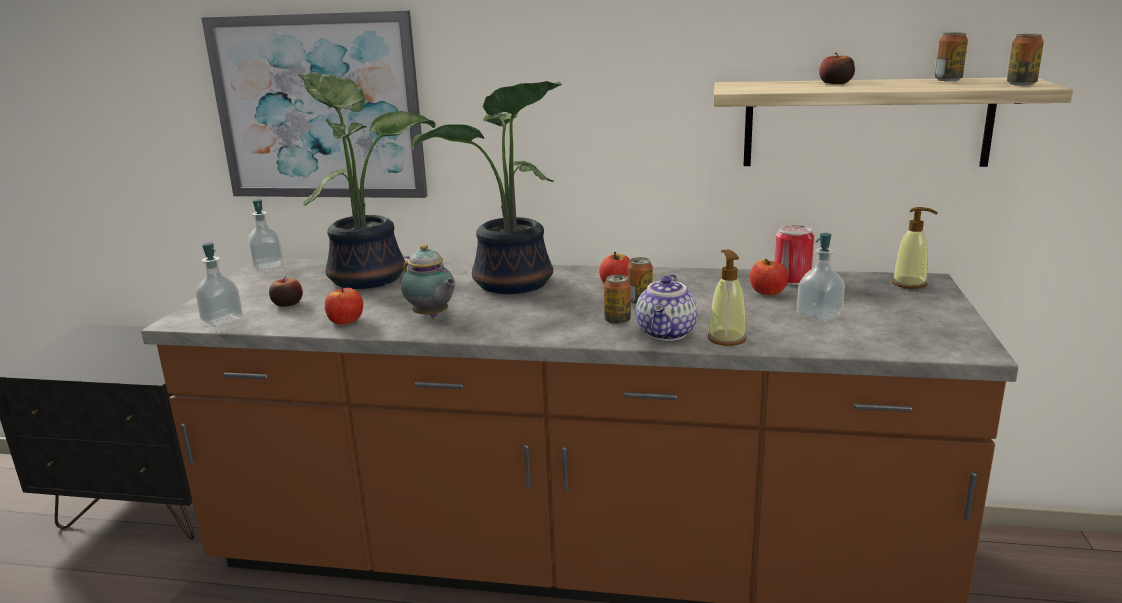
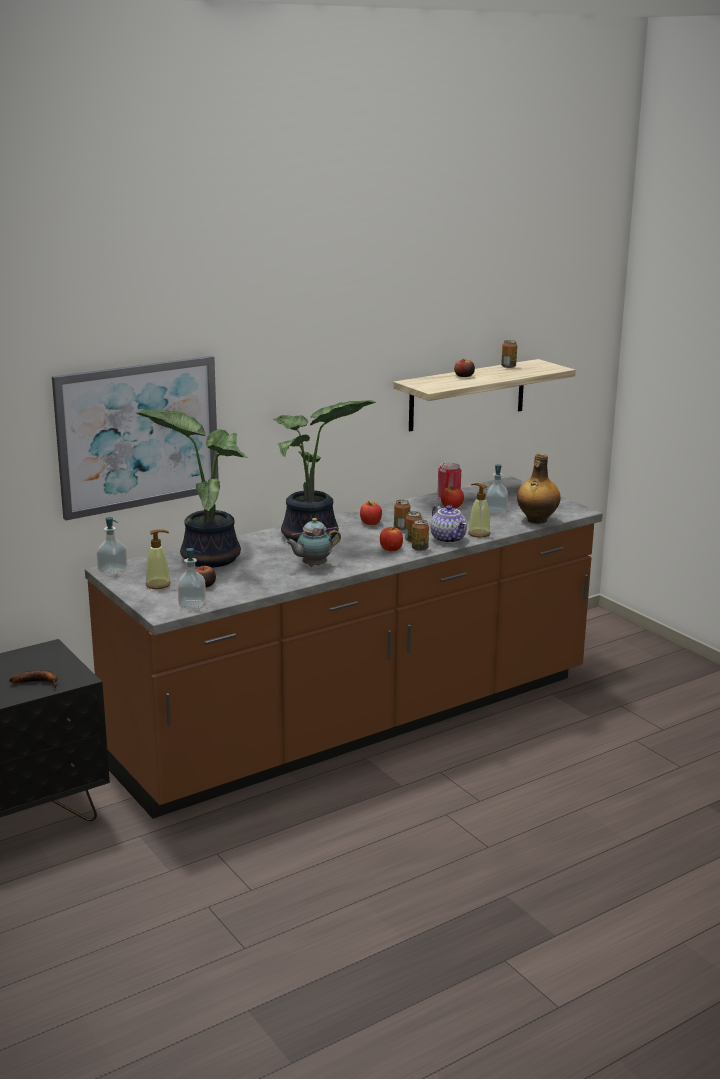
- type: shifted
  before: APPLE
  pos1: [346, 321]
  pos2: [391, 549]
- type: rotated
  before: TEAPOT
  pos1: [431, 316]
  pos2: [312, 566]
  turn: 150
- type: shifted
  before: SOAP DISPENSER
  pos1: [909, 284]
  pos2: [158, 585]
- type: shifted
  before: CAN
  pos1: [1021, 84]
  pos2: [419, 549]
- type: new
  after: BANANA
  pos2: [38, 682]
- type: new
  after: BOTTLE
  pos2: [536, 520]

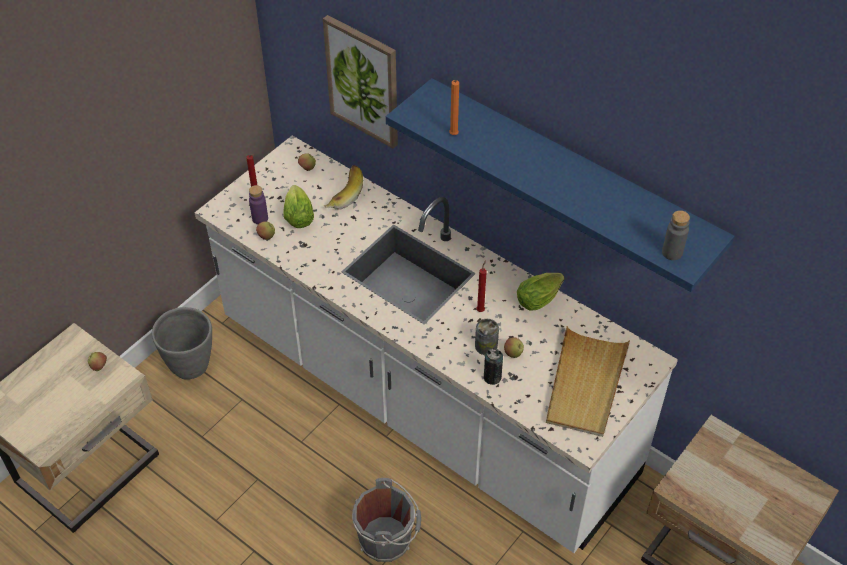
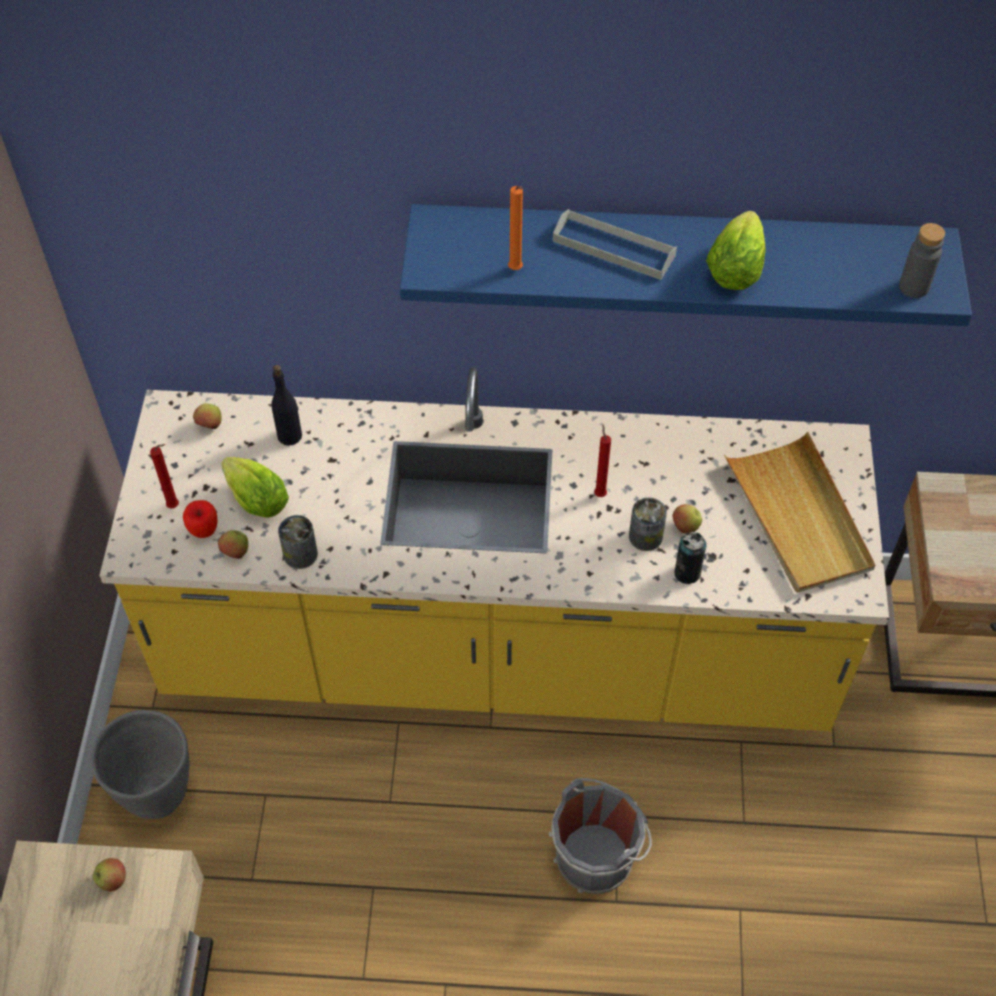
- type: repainted
  before: WHITE COUNTER
  after: YELLOW COUNTER
  pos1: [423, 399]
  pos2: [498, 651]
- type: swapped
  before: PURPLE BOTTLE
  after: APPLE
  pos1: [260, 218]
  pos2: [204, 532]
- type: gone
  before: PICTURE
  pos1: [363, 81]
- type: swapped
  before: BANANA
  after: BLACK BOTTLE
  pos1: [342, 194]
  pos2: [290, 435]
- type: shifted
  before: LETTUCE
  pos1: [540, 298]
  pos2: [736, 266]
- type: new
  after: CAN
  pos2: [300, 554]
- type: new
  after: GREY TRAY
  pos2: [613, 248]

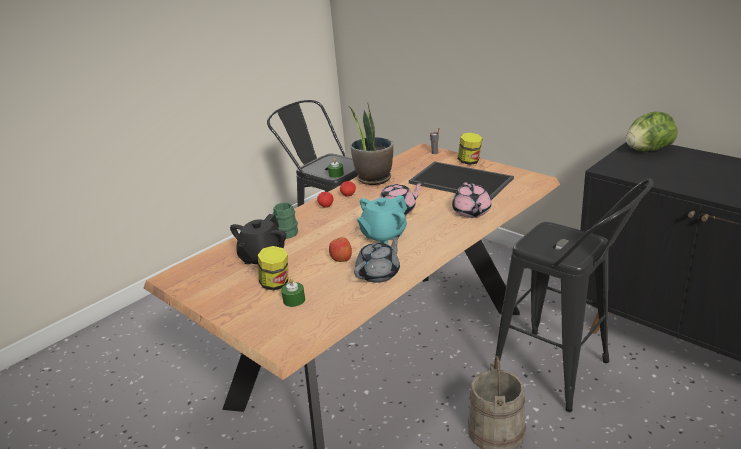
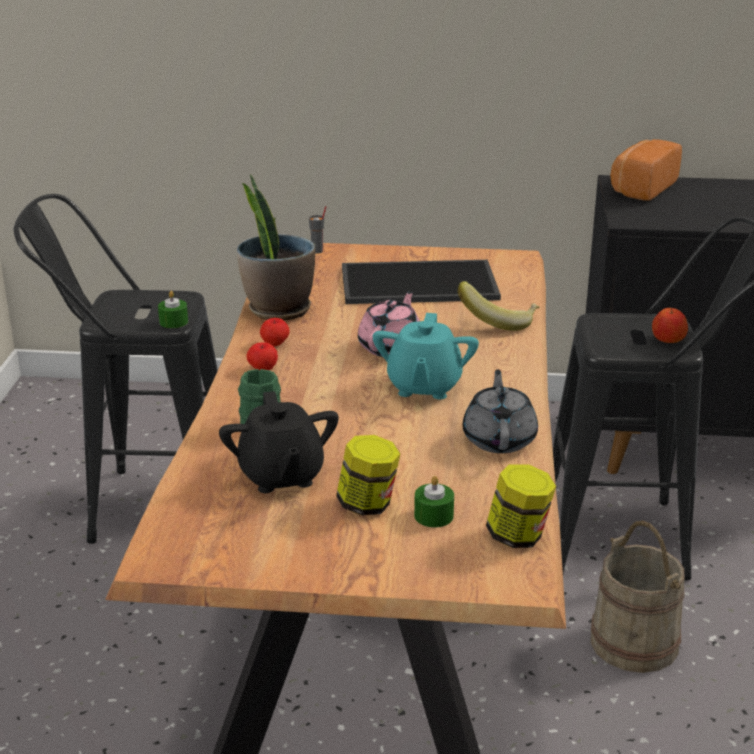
- type: shifted
  before: APPLE
  pos1: [341, 258]
  pos2: [668, 339]
- type: swapped
  before: PINK TEAPOT
  after: BANANA
  pos1: [471, 212]
  pos2: [498, 322]
- type: shifted
  before: JAR
  pos1: [469, 161]
  pos2: [518, 536]
- type: swapped
  before: LETTUCE
  after: BREAD
  pos1: [648, 150]
  pos2: [641, 188]

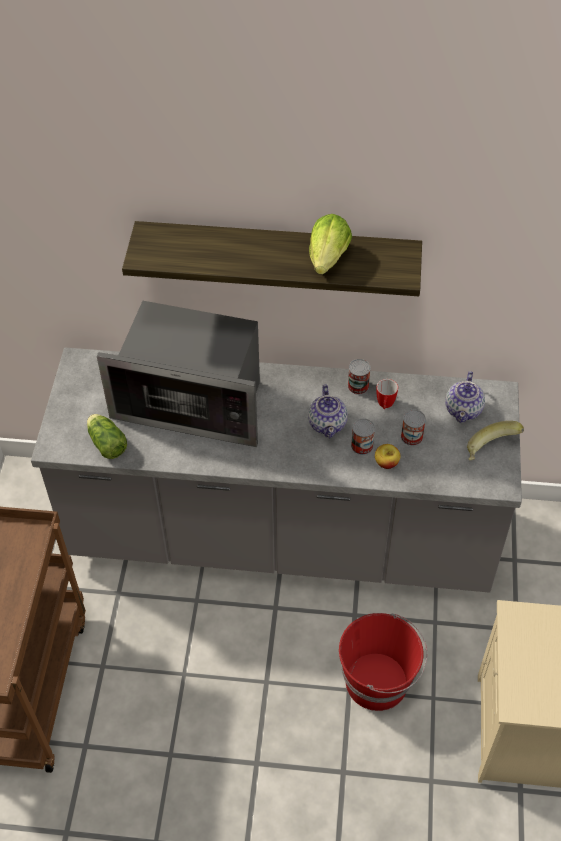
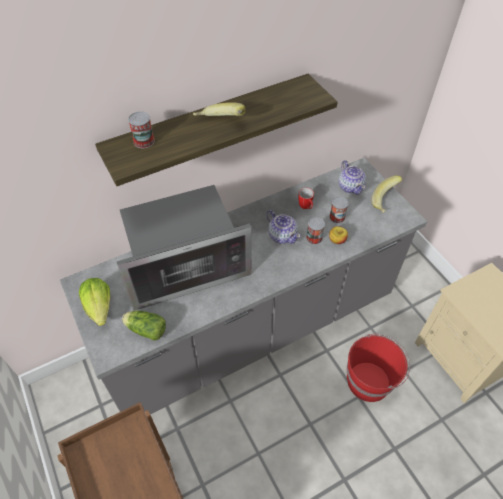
- type: shifted
  before: LETTUCE
  pos1: [328, 258]
  pos2: [99, 307]
- type: shifted
  before: CAN
  pos1: [358, 386]
  pos2: [144, 141]
- type: new
  after: BANANA
  pos2: [219, 123]

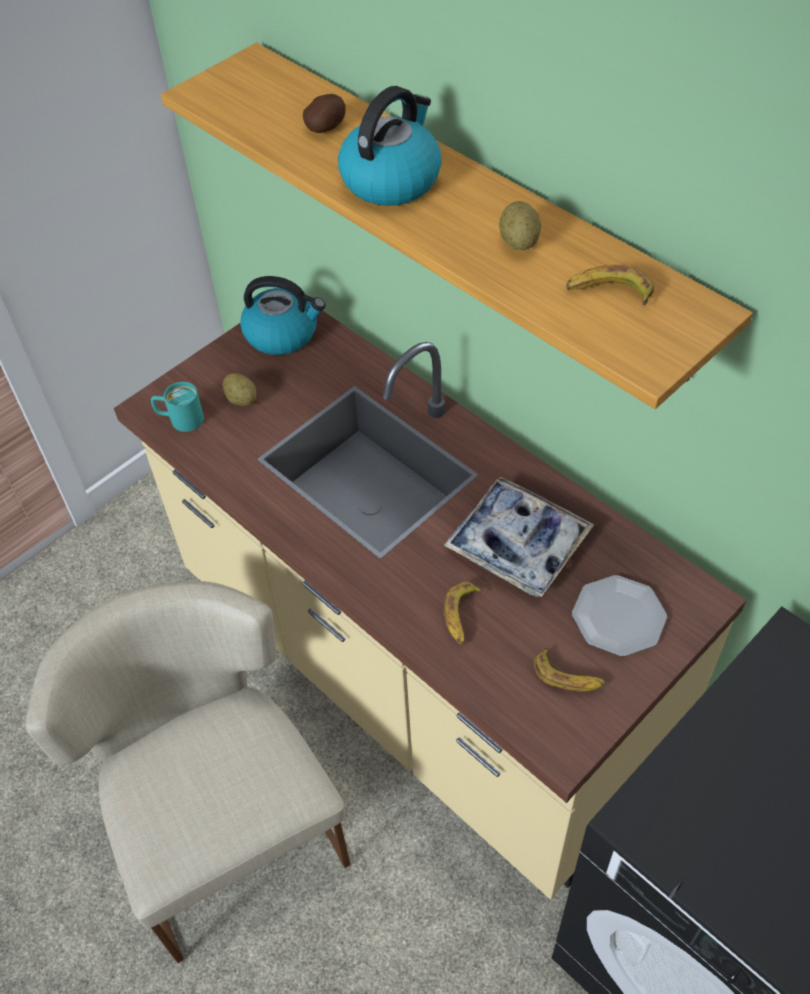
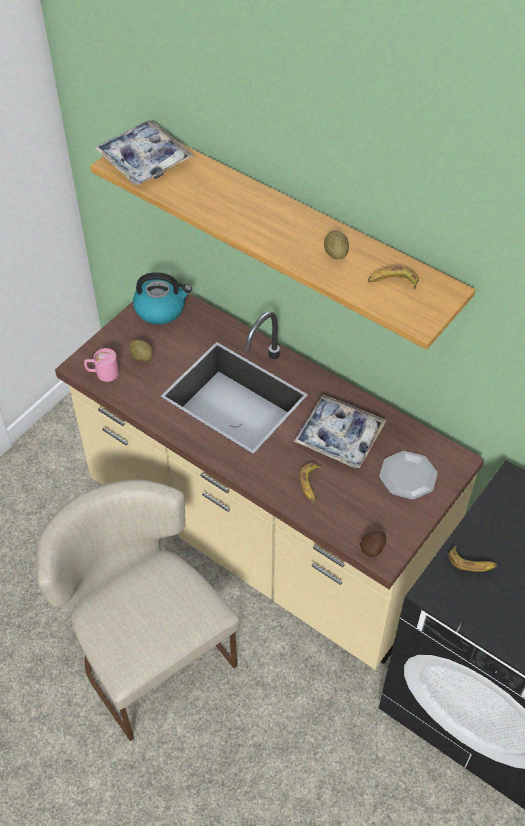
- type: repainted
  before: TURQUOISE MUG
  after: PINK MUG
  pos1: [180, 419]
  pos2: [102, 373]
- type: shifted
  before: POTATO
  pos1: [326, 128]
  pos2: [373, 548]
- type: gone
  before: KETTLE
  pos1: [391, 179]
- type: shifted
  before: BANANA
  pos1: [568, 676]
  pos2: [471, 563]
- type: new
  after: TRAY
  pos2: [144, 160]

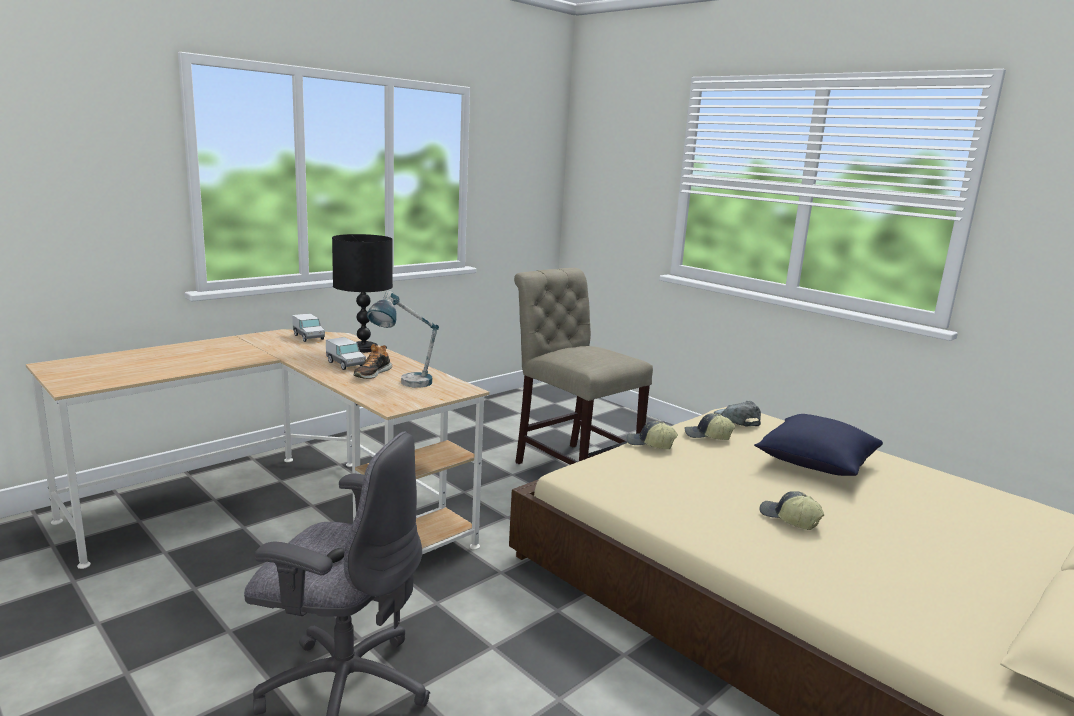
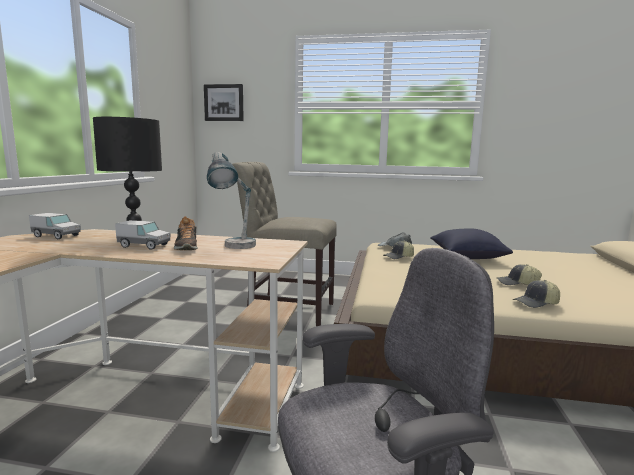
- type: shifted
  before: CAP
  pos1: [649, 444]
  pos2: [536, 304]
- type: new
  after: PICTURE
  pos2: [224, 103]

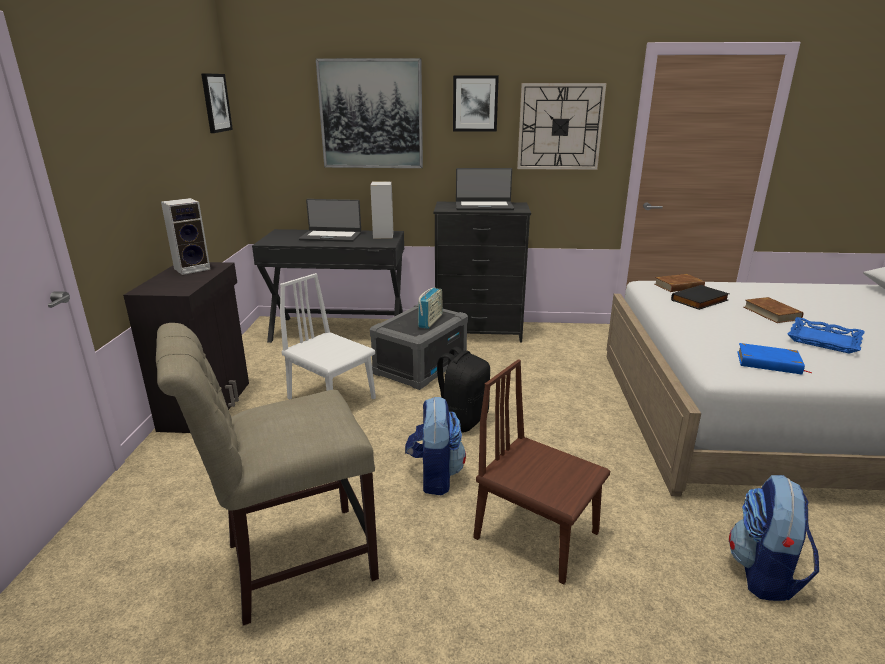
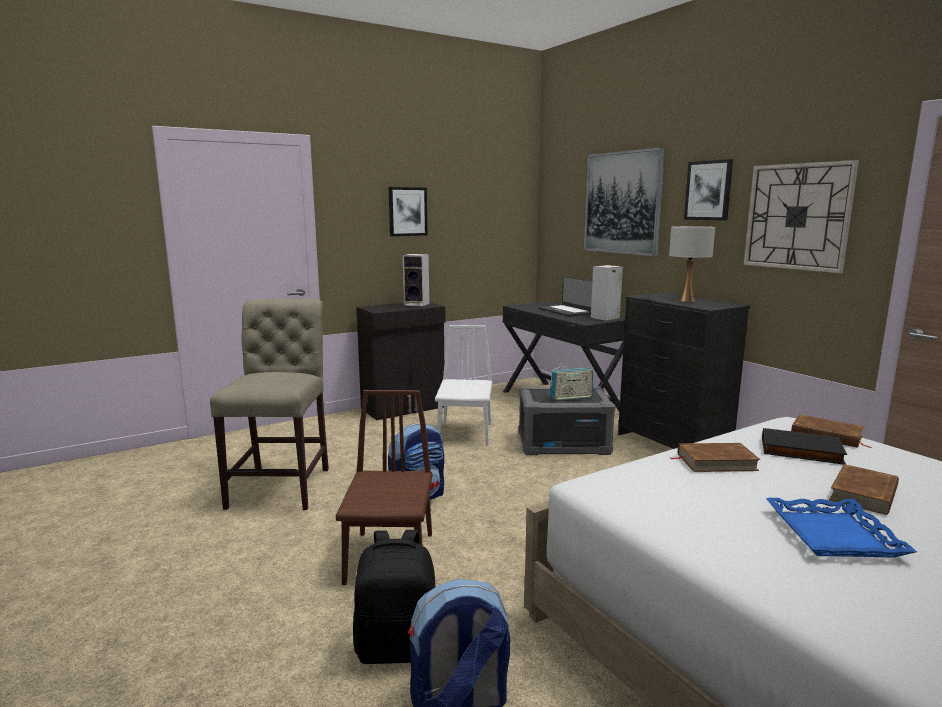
- type: rotated
  before: BEIGE CHAIR
  pos1: [291, 562]
  pos2: [283, 485]
  turn: 60
- type: shifted
  before: PICTURE
  pos1: [215, 103]
  pos2: [407, 211]
- type: shifted
  before: BLACK BACKPACK
  pos1: [462, 420]
  pos2: [398, 647]
- type: swapped
  before: LAPTOP
  after: WHITE TABLE LAMP
  pos1: [484, 206]
  pos2: [687, 300]
- type: gone
  before: BLUE BOOK
  pos1: [768, 363]
- type: new
  after: BROWN BOOK
  pos2: [716, 462]

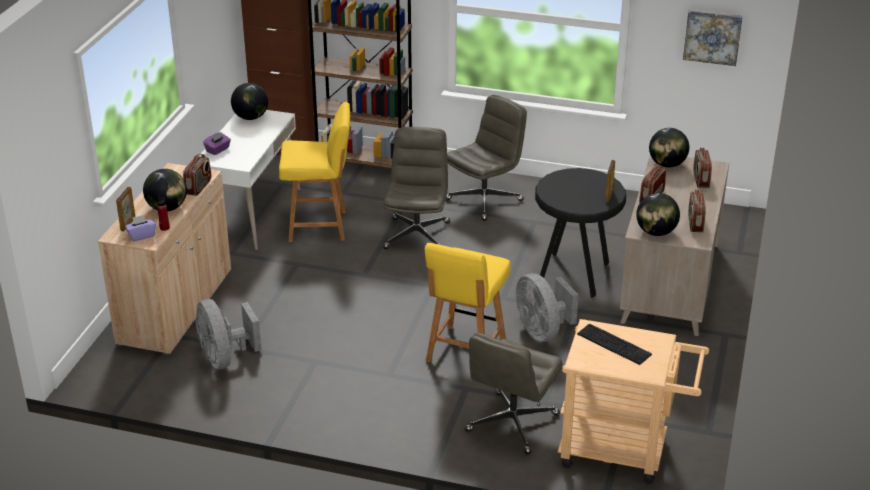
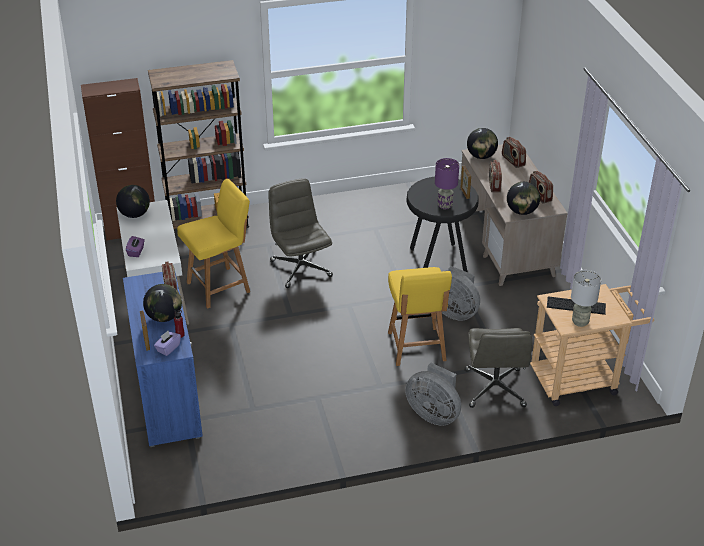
- type: repainted
  before: BEIGE CABINET
  after: BLUE CABINET
  pos1: [176, 307]
  pos2: [168, 396]
- type: shifted
  before: GREY FAN
  pos1: [225, 358]
  pos2: [434, 414]
- type: gone
  before: GREY OFFICE CHAIR
  pos1: [484, 200]
- type: gone
  before: PICTURE
  pos1: [712, 37]
- type: new
  after: PURPLE TABLE LAMP
  pos2: [444, 206]
- type: new
  after: GREY TABLE LAMP
  pos2: [580, 322]

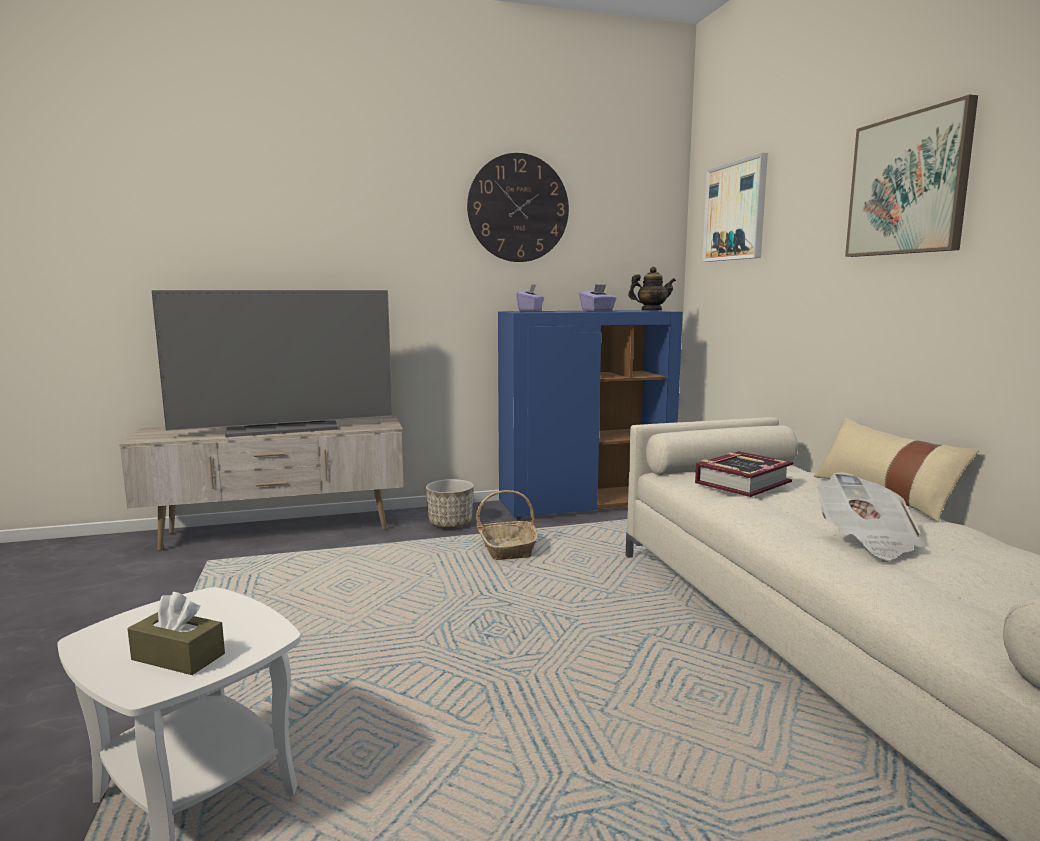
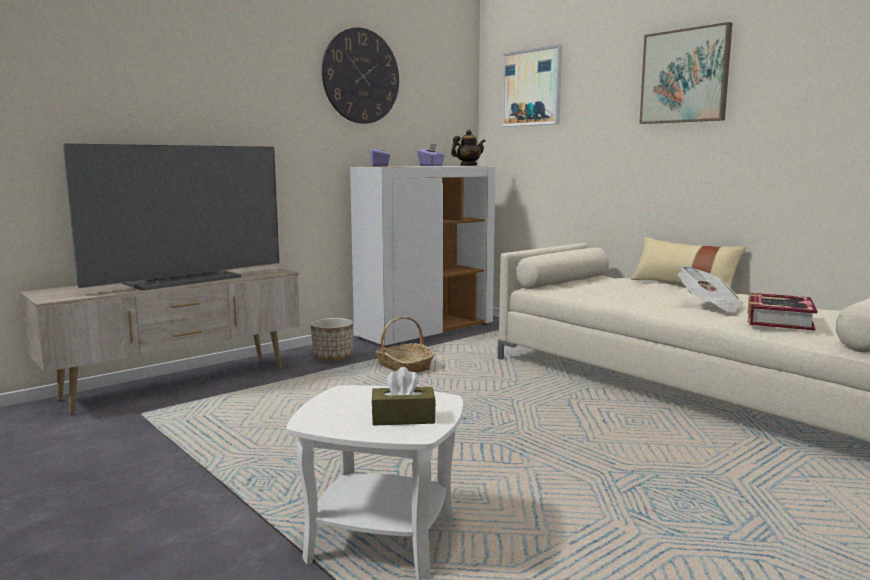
- type: repainted
  before: BLUE CABINET
  after: WHITE CABINET
  pos1: [586, 504]
  pos2: [426, 331]
- type: shifted
  before: BOOK
  pos1: [742, 482]
  pos2: [778, 320]

